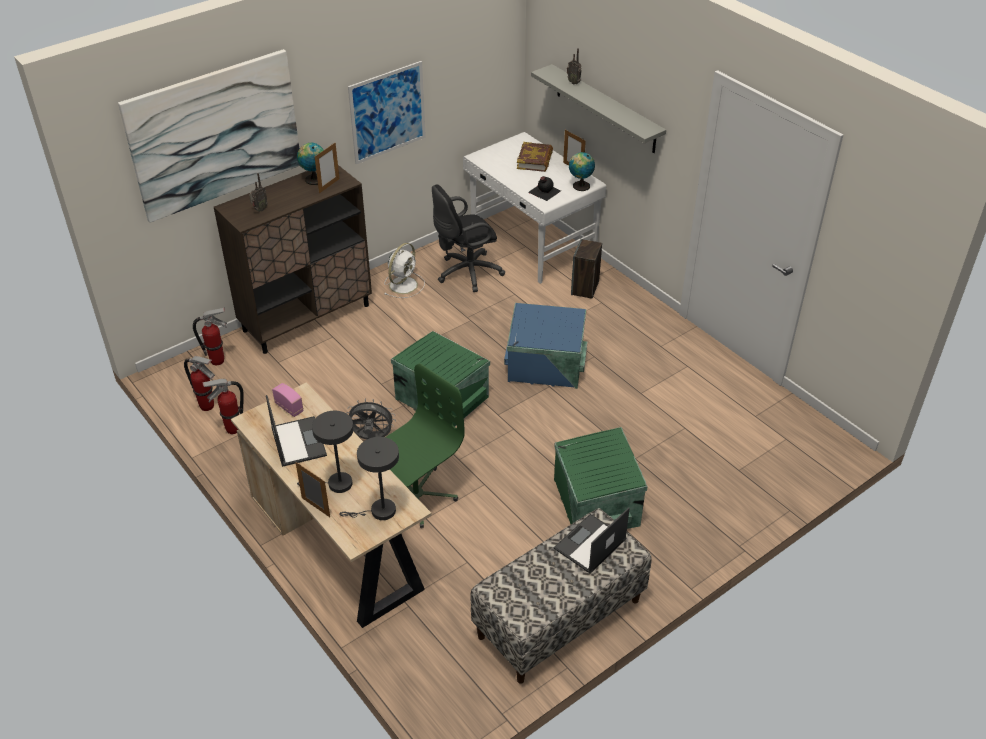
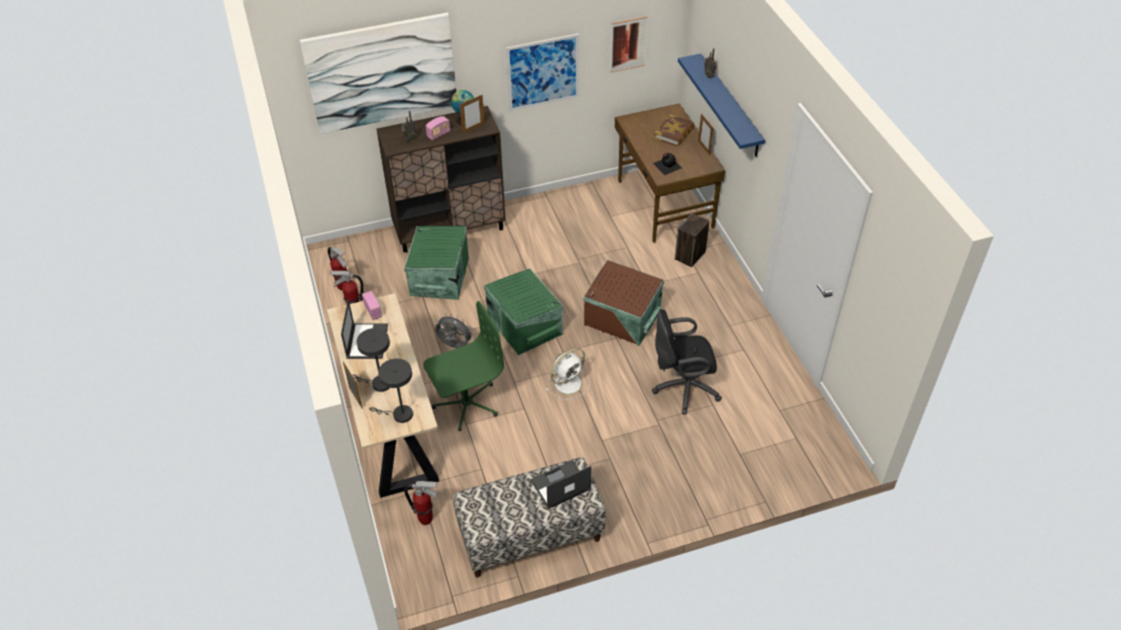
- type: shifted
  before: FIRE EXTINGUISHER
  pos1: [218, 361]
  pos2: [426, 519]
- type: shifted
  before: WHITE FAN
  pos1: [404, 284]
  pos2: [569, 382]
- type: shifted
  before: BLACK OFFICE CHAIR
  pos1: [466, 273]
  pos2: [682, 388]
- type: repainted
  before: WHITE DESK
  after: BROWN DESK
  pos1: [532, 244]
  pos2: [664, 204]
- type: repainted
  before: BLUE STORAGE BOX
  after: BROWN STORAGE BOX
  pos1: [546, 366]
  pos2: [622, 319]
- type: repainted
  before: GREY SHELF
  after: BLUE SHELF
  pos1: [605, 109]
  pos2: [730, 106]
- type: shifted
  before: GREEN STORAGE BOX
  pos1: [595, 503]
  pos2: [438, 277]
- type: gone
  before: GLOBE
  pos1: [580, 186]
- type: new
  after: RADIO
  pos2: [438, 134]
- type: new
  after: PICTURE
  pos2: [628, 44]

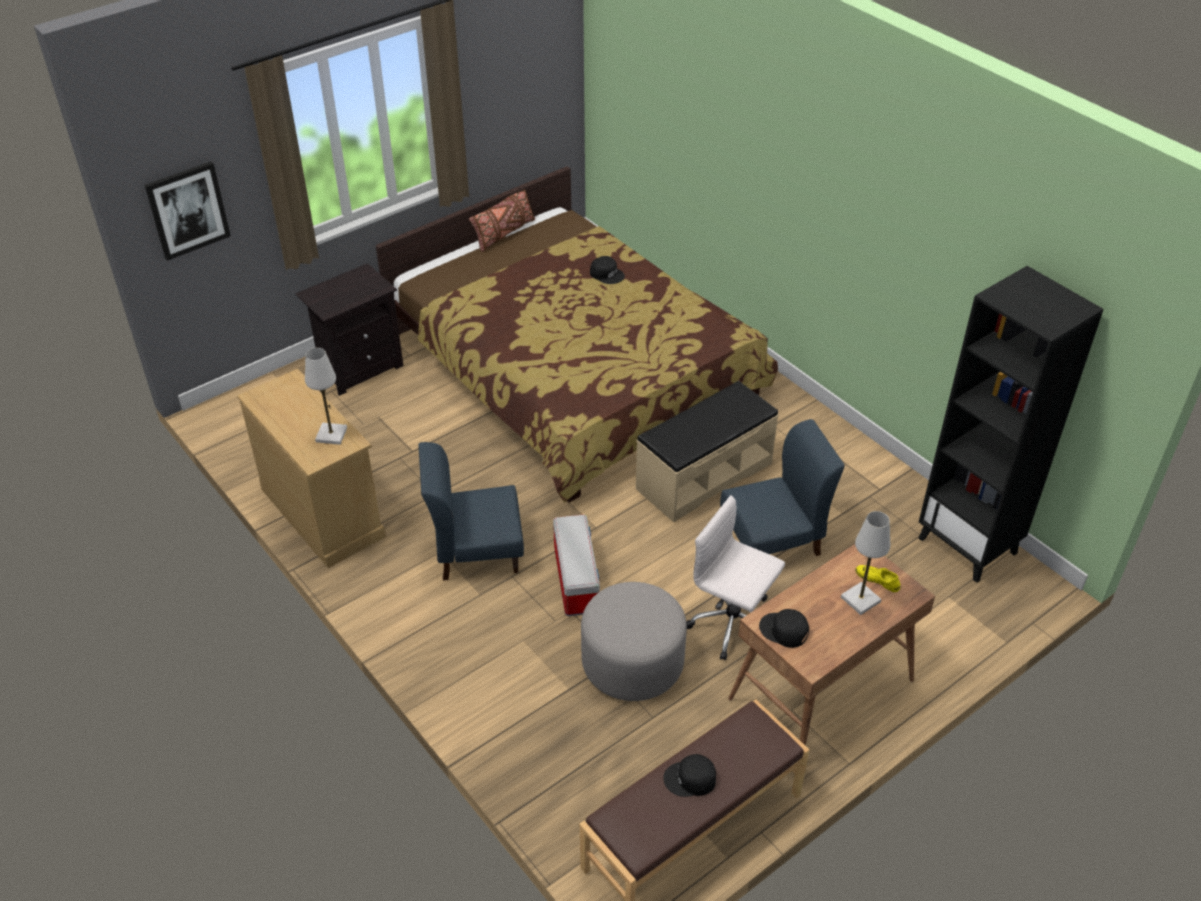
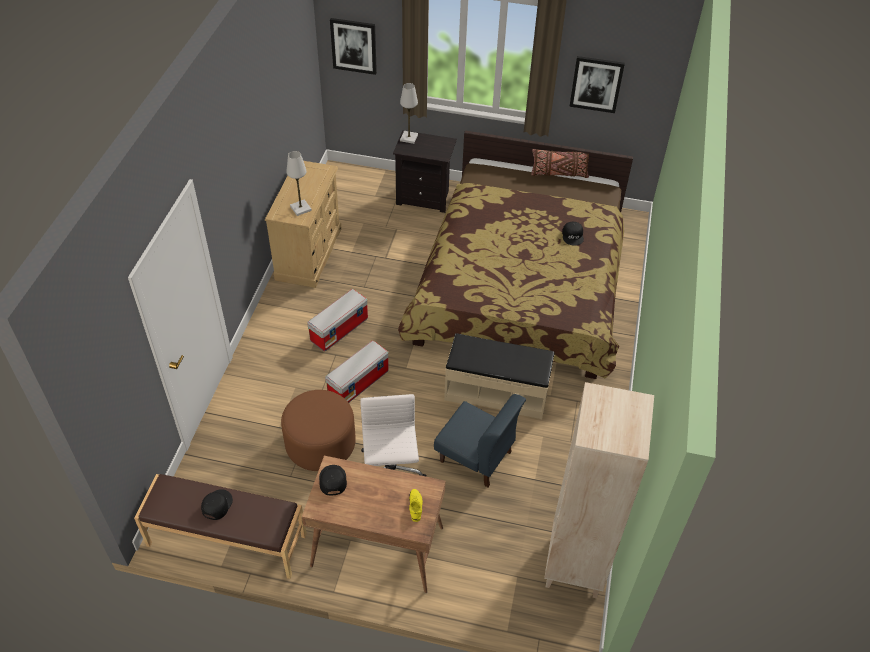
- type: swapped
  before: BLUE CHAIR
  after: STORAGE BOX
  pos1: [476, 551]
  pos2: [339, 329]
- type: repainted
  before: GREY OTTOMAN
  after: BROWN OTTOMAN
  pos1: [632, 663]
  pos2: [320, 444]
- type: rotated
  before: BLACK CAP
  pos1: [690, 779]
  pos2: [216, 505]
  turn: 60
- type: shifted
  before: WHITE TABLE LAMP
  pos1: [860, 599]
  pos2: [409, 138]
- type: repainted
  before: BLACK BOOKCASE
  after: BEIGE BOOKCASE
  pos1: [968, 546]
  pos2: [575, 565]
- type: new
  after: PICTURE
  pos2: [596, 84]

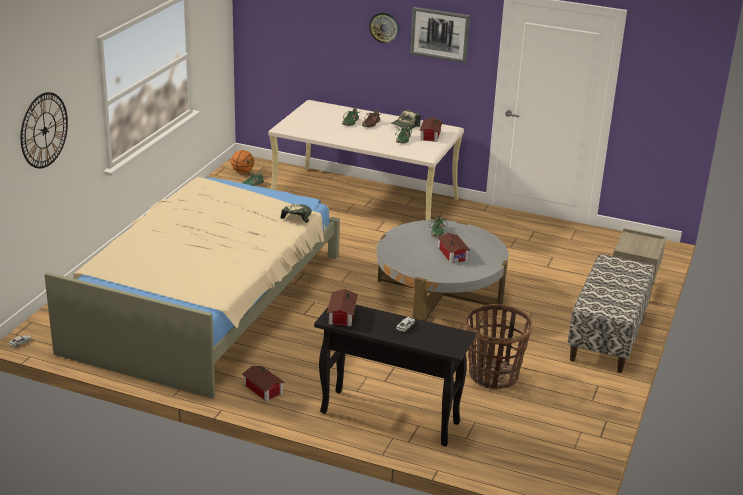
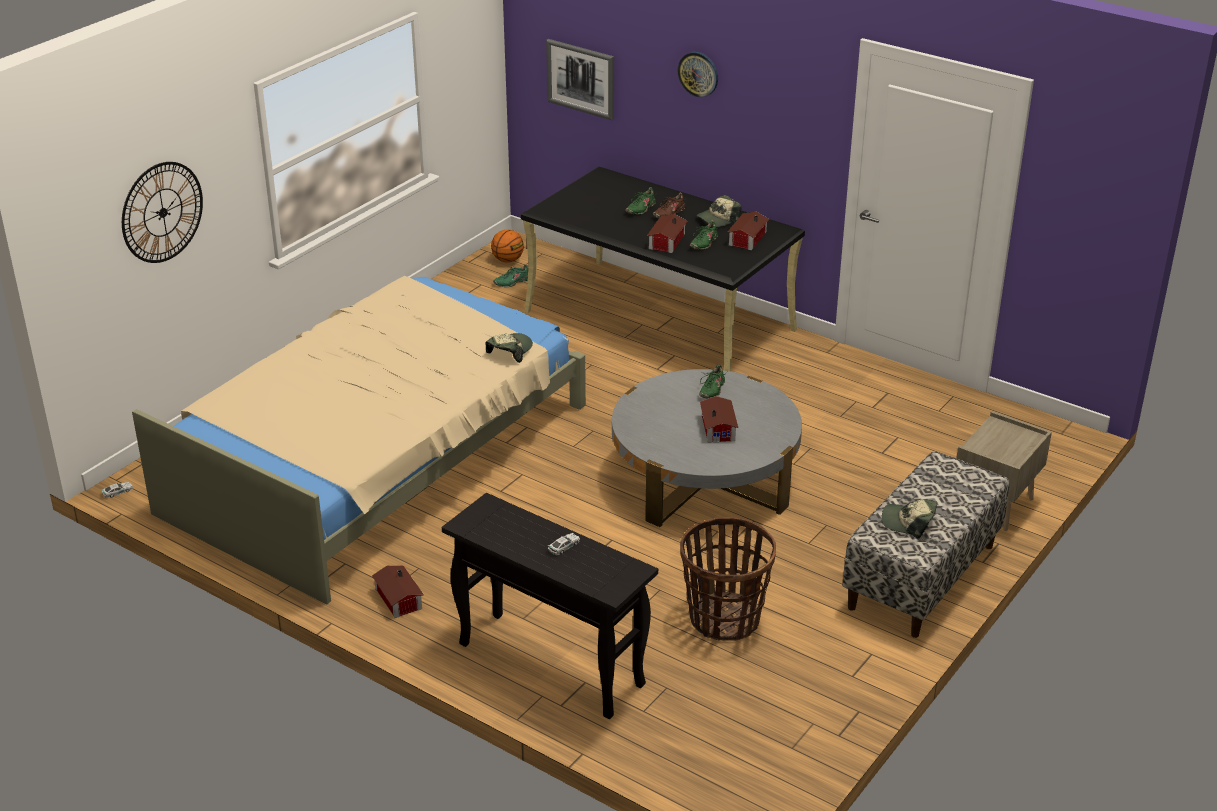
- type: repainted
  before: BEIGE DESK
  after: BLACK DESK
  pos1: [365, 201]
  pos2: [660, 321]
- type: shifted
  before: TOY HOUSE
  pos1: [341, 315]
  pos2: [665, 242]
- type: shifted
  before: PICTURE
  pos1: [440, 34]
  pos2: [581, 78]
- type: new
  after: CAP
  pos2: [908, 522]

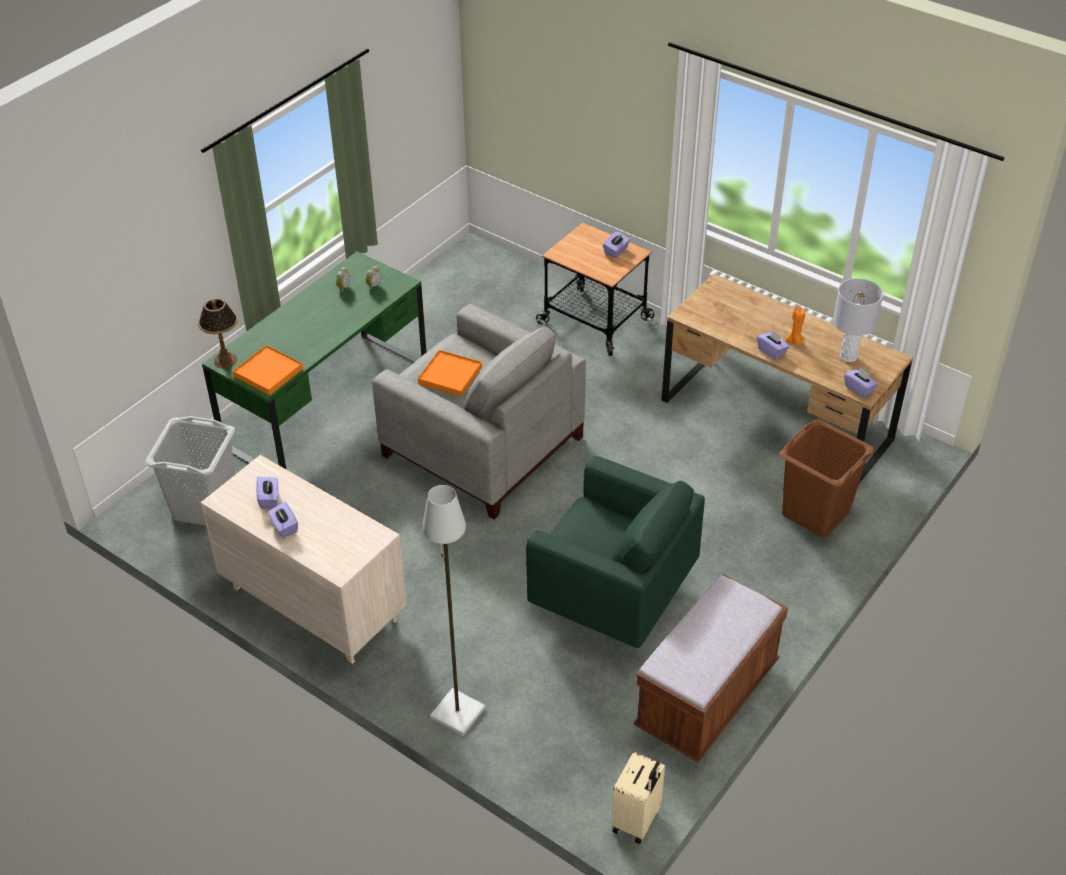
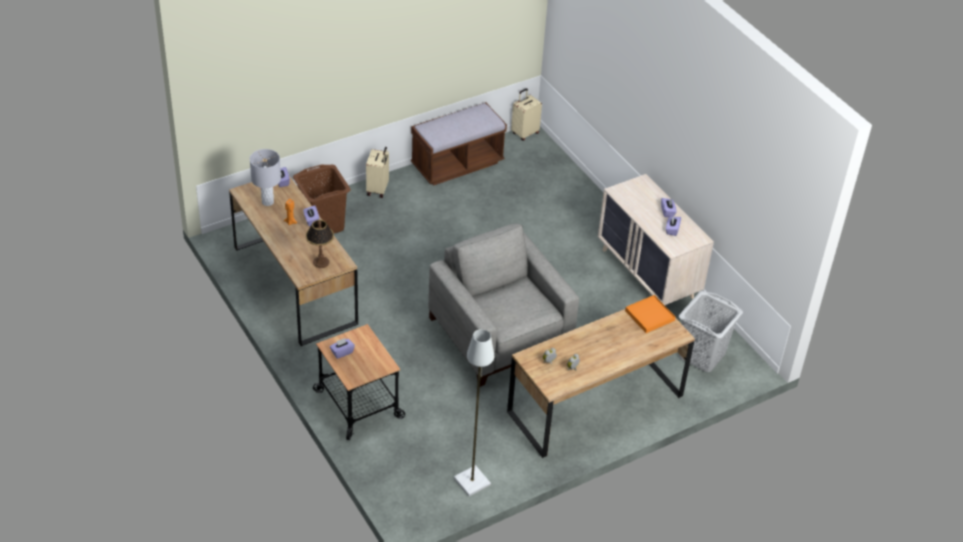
- type: shifted
  before: TABLE LAMP
  pos1: [225, 360]
  pos2: [320, 262]
- type: repainted
  before: GREEN DESK
  after: BROWN DESK
  pos1: [327, 404]
  pos2: [595, 403]
- type: gone
  before: ORANGE TRAY
  pos1: [450, 375]
- type: shifted
  before: GREY FLOOR LAMP
  pos1: [456, 713]
  pos2: [473, 482]
- type: gone
  before: GREEN ARMCHAIR
  pos1: [613, 596]
- type: new
  after: BEIGE SUITCASE
  pos2: [378, 189]

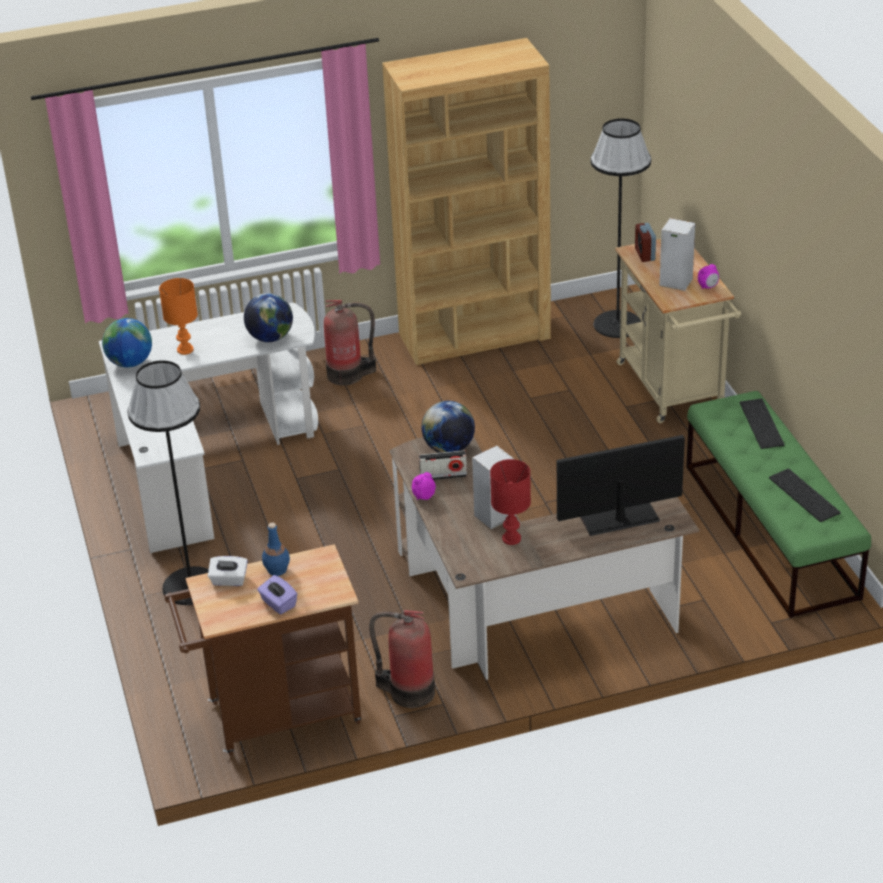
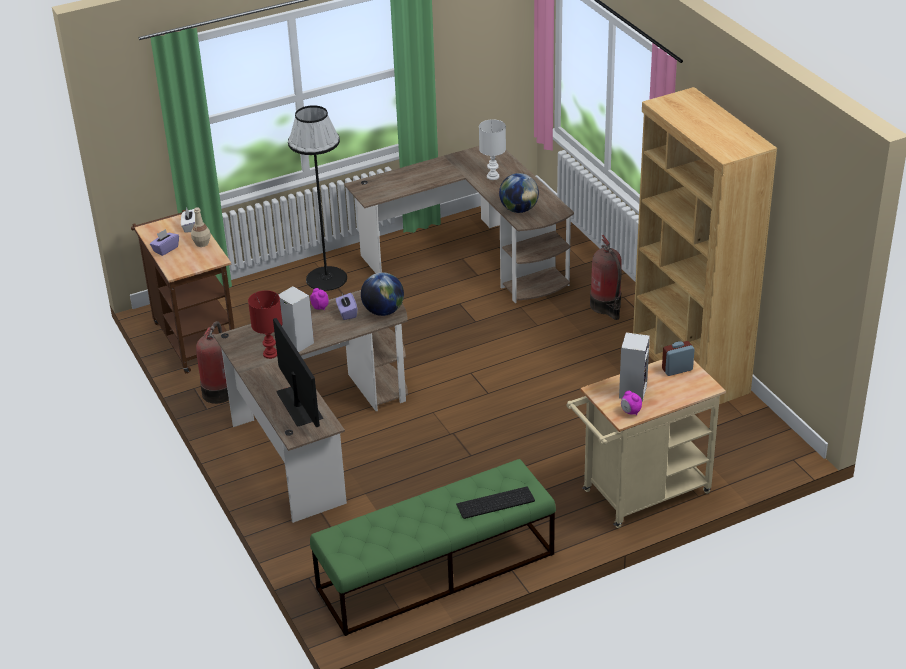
- type: repainted
  before: WHITE DESK
  after: BROWN DESK
  pos1: [203, 460]
  pos2: [473, 258]
- type: gone
  before: GLOBE
  pos1: [130, 363]
- type: repainted
  before: ORANGE TABLE LAMP
  after: WHITE TABLE LAMP
  pos1: [184, 349]
  pos2: [493, 176]
- type: repainted
  before: BLUE BOTTLE
  after: BEIGE BOTTLE
  pos1: [277, 570]
  pos2: [201, 243]
- type: swapped
  before: RADIO
  after: PURPLE TISSUE BOX
  pos1: [443, 476]
  pos2: [347, 313]
- type: gone
  before: BLACK FLOOR LAMP
  pos1: [617, 324]
- type: gone
  before: KEYBOARD
  pos1: [806, 495]

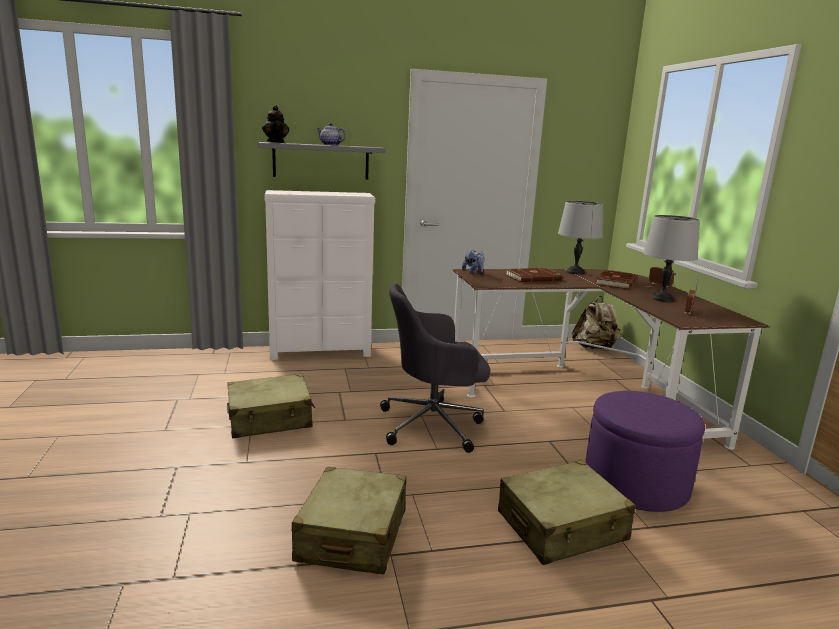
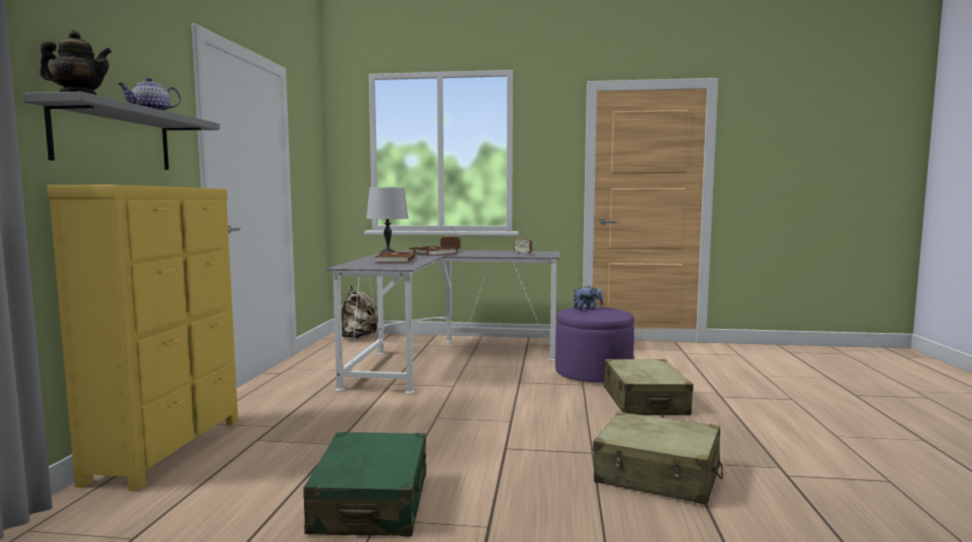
- type: repainted
  before: BEIGE SUITCASE
  after: GREEN SUITCASE
  pos1: [270, 419]
  pos2: [371, 503]
- type: repainted
  before: WHITE DRESSER
  after: YELLOW DRESSER
  pos1: [320, 352]
  pos2: [169, 449]
- type: gone
  before: GREY OFFICE CHAIR
  pos1: [434, 424]
- type: repainted
  before: BROWN DESK
  after: GREY DESK
  pos1: [584, 393]
  pos2: [444, 357]
- type: shifted
  before: PLUSH TOY
  pos1: [473, 273]
  pos2: [587, 309]
- type: gone
  before: GREY TABLE LAMP
  pos1: [662, 299]

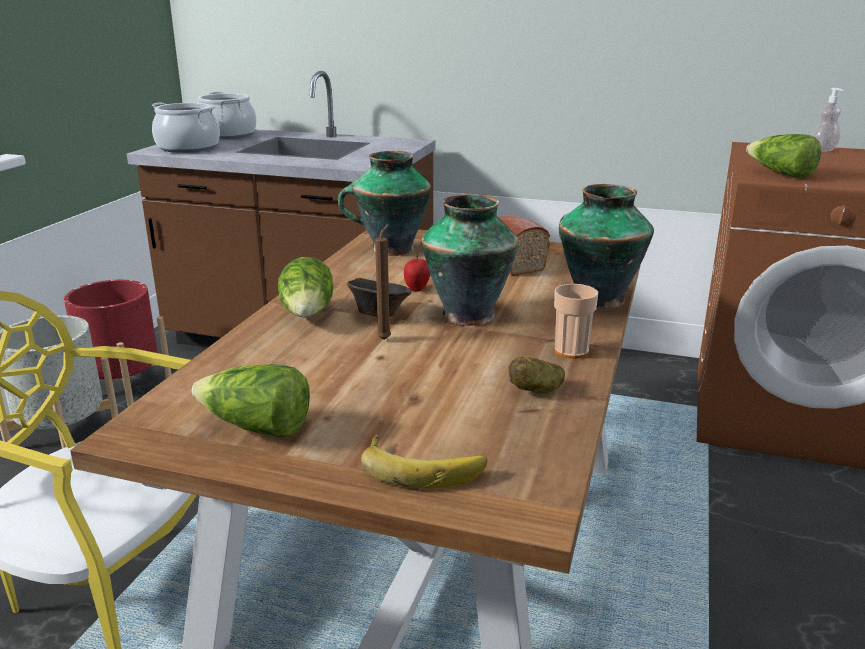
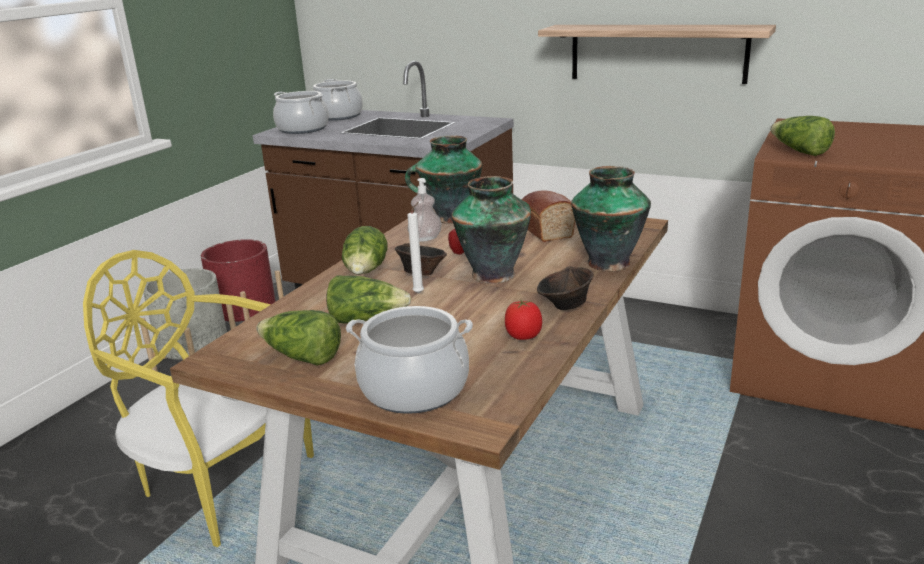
- type: swapped
  before: BANANA
  after: COOKING POT
  pos1: [423, 465]
  pos2: [414, 389]
- type: repainted
  before: BROWN CANDLE
  after: WHITE CANDLE
  pos1: [385, 339]
  pos2: [420, 293]
- type: swapped
  before: POTATO
  after: TOMATO
  pos1: [536, 390]
  pos2: [523, 336]
- type: swapped
  before: CUP
  after: BROWN BOWL
  pos1: [571, 351]
  pos2: [565, 306]
- type: shifted
  before: SOAP DISPENSER
  pos1: [823, 150]
  pos2: [425, 238]
- type: new
  after: LETTUCE
  pos2: [366, 319]
- type: new
  after: SHELF
  pos2: [657, 53]

